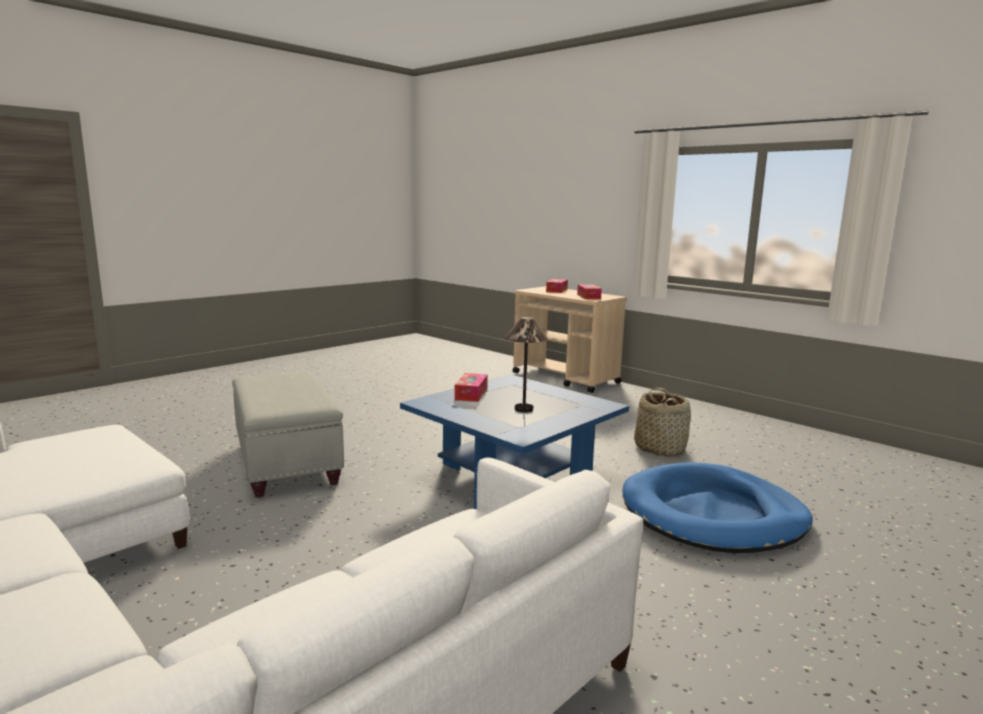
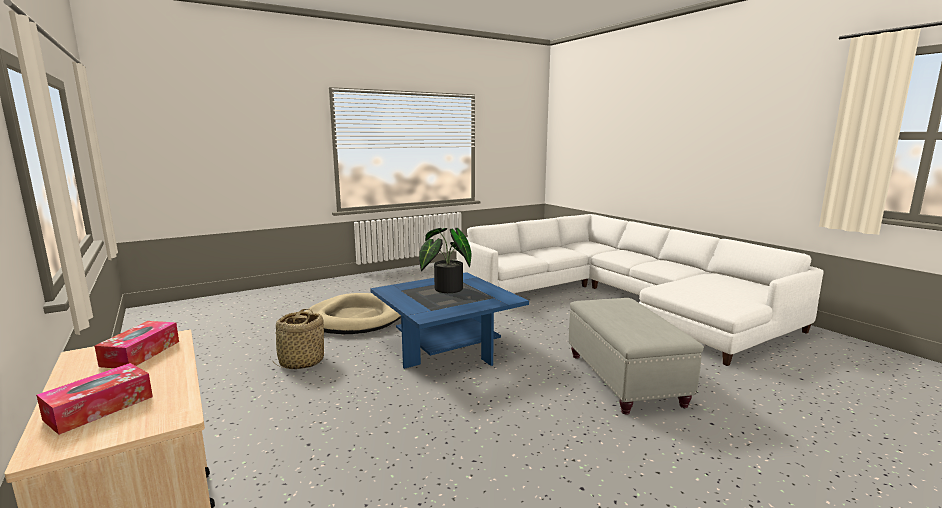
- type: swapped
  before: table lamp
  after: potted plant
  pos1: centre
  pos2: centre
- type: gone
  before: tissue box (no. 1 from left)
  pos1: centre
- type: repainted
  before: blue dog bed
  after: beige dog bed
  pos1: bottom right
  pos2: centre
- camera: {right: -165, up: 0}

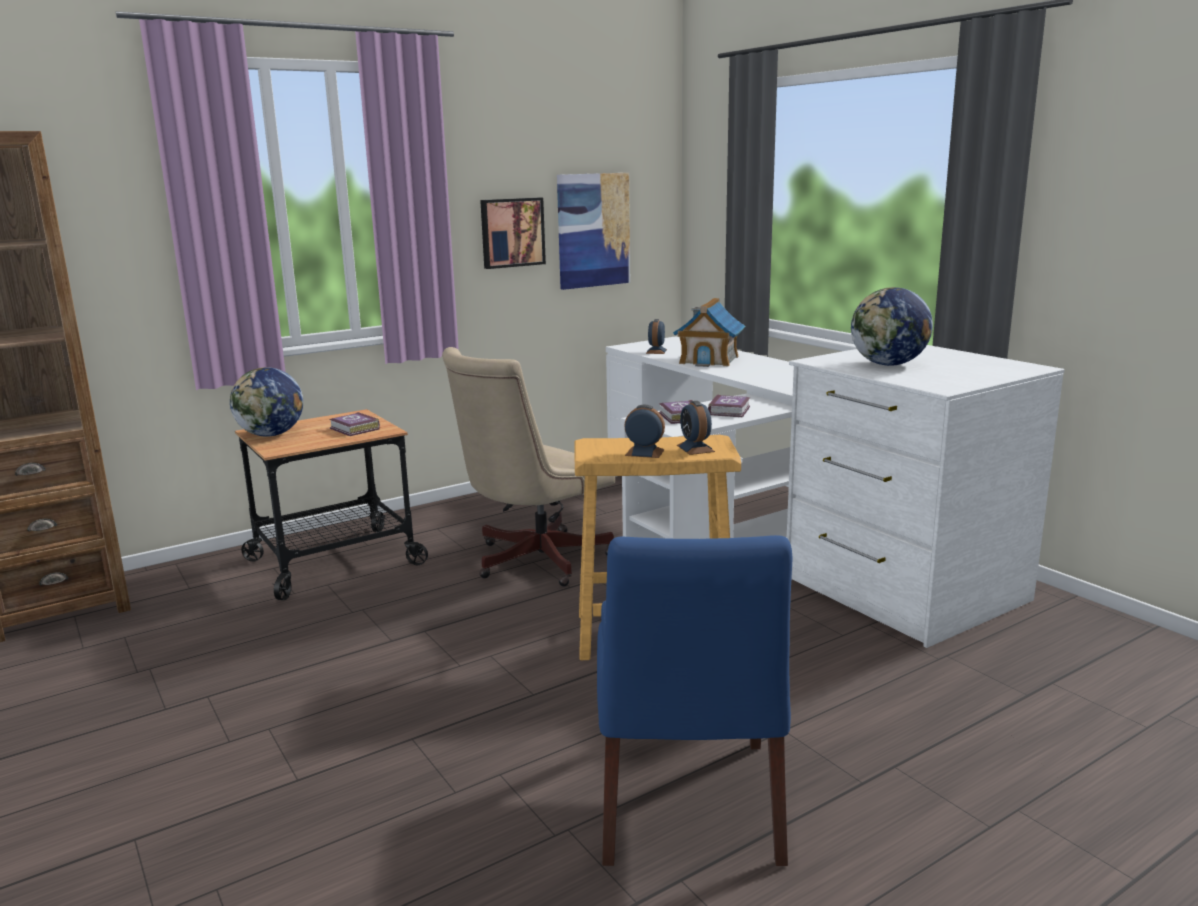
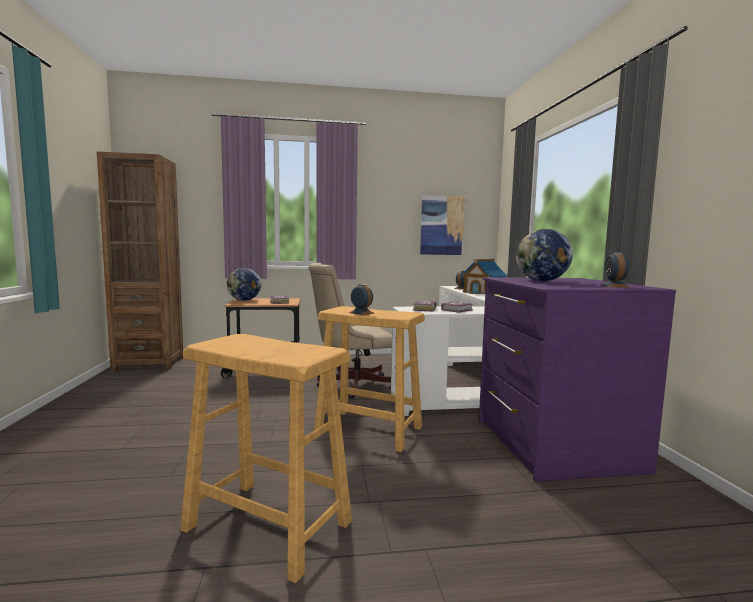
- type: gone
  before: picture (no. 1 from left)
  pos1: top centre
- type: repainted
  before: white dresser
  after: purple dresser
  pos1: middle right
  pos2: middle right
- type: shifted
  before: alarm clock (no. 3 from left)
  pos1: centre
  pos2: middle right
- type: swapped
  before: blue chair
  after: beige stool (no. 1 from left)
  pos1: bottom centre
  pos2: bottom centre
- camera: {right: 25, up: -10}

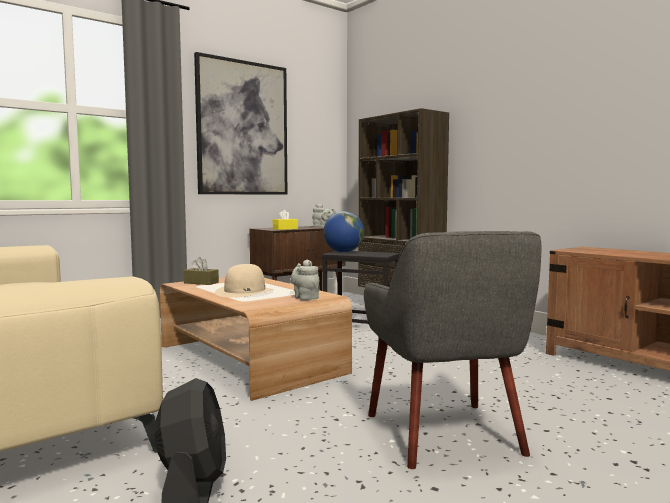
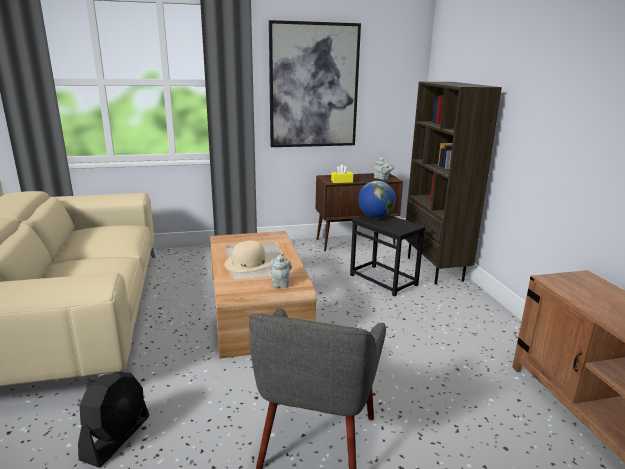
- type: gone
  before: brown tissue box
  pos1: middle left
- camera: {right: 25, up: 15}

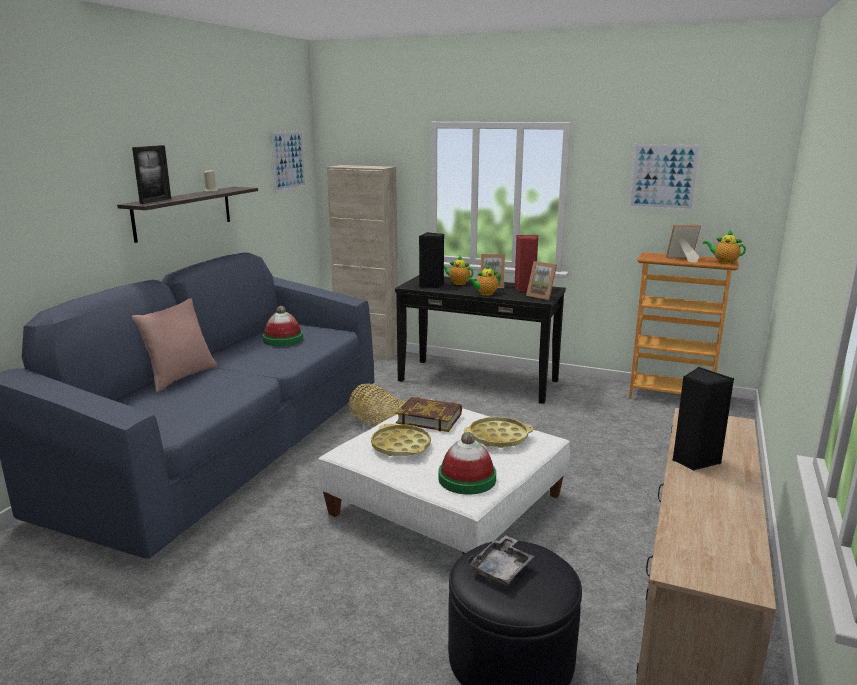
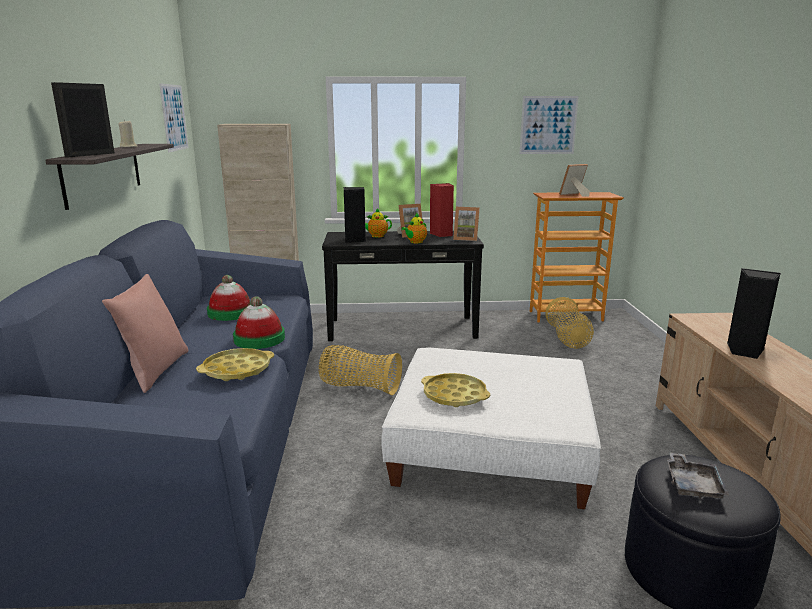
- type: rotated
  before: picture frame (no. 1 from left)
  pos1: top left
  pos2: top left
  turn: -150
- type: gone
  before: teapot (no. 3 from left)
  pos1: middle right
- type: gone
  before: book
  pos1: centre
- type: shifted
  before: yellow tray (no. 2 from left in the first image)
  after: yellow tray (no. 1 from left)
  pos1: centre
  pos2: middle left
- type: shifted
  before: hat (no. 2 from left)
  pos1: bottom centre
  pos2: middle left
- type: new
  after: basket (no. 2 from left)
  pos2: middle right
- camera: {right: -25, up: 0}

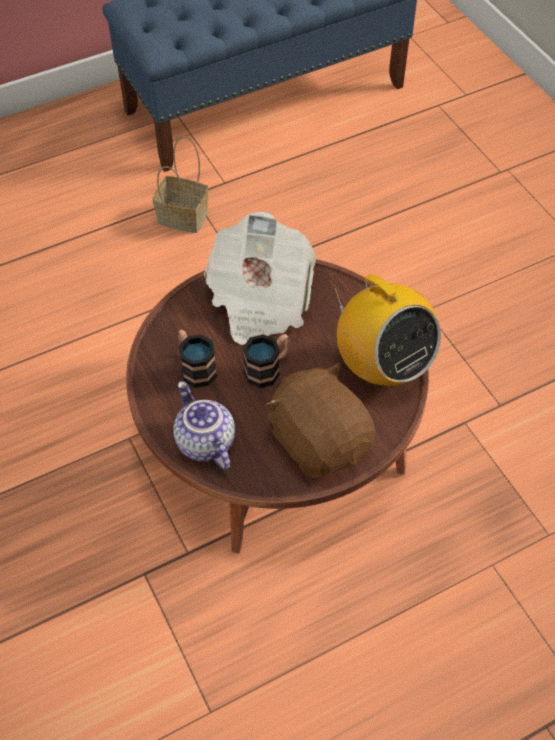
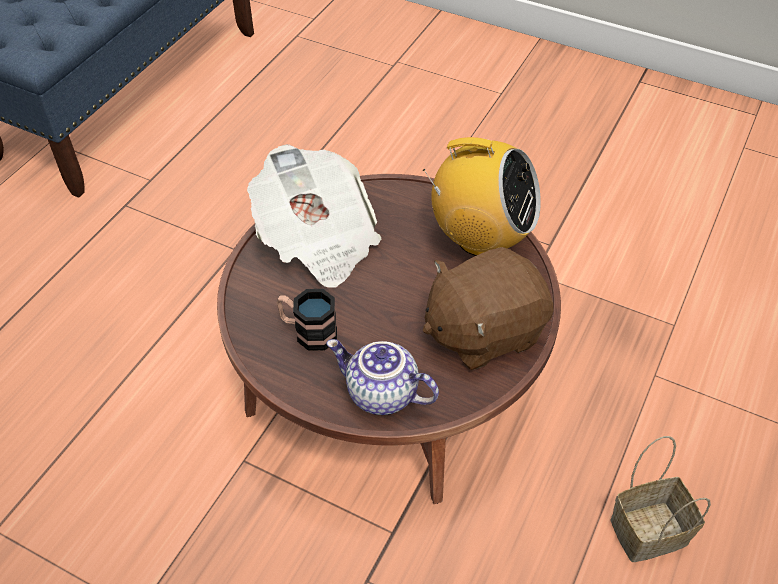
- type: shifted
  before: basket
  pos1: top left
  pos2: bottom right
- type: gone
  before: mug (no. 2 from left)
  pos1: centre
- type: rotated
  before: brown plush toy
  pos1: centre
  pos2: centre
  turn: -45
- camera: {right: -35, up: -5}

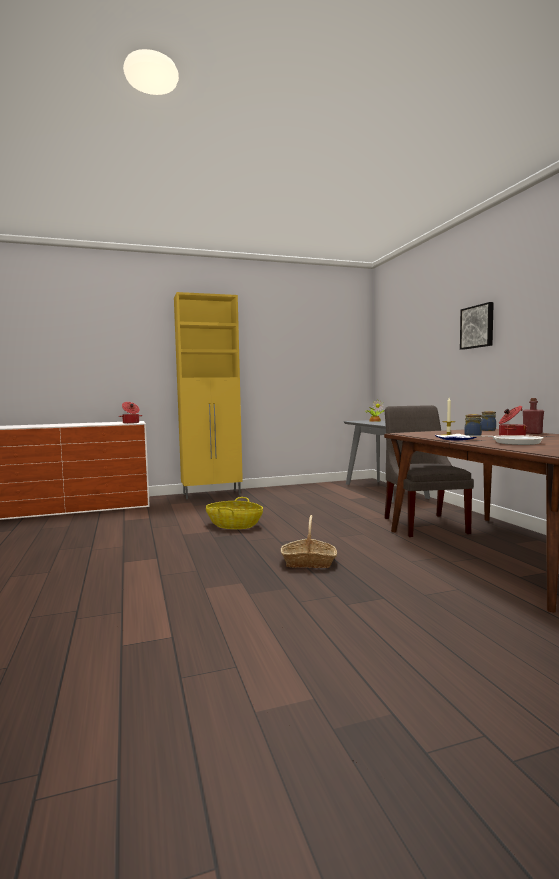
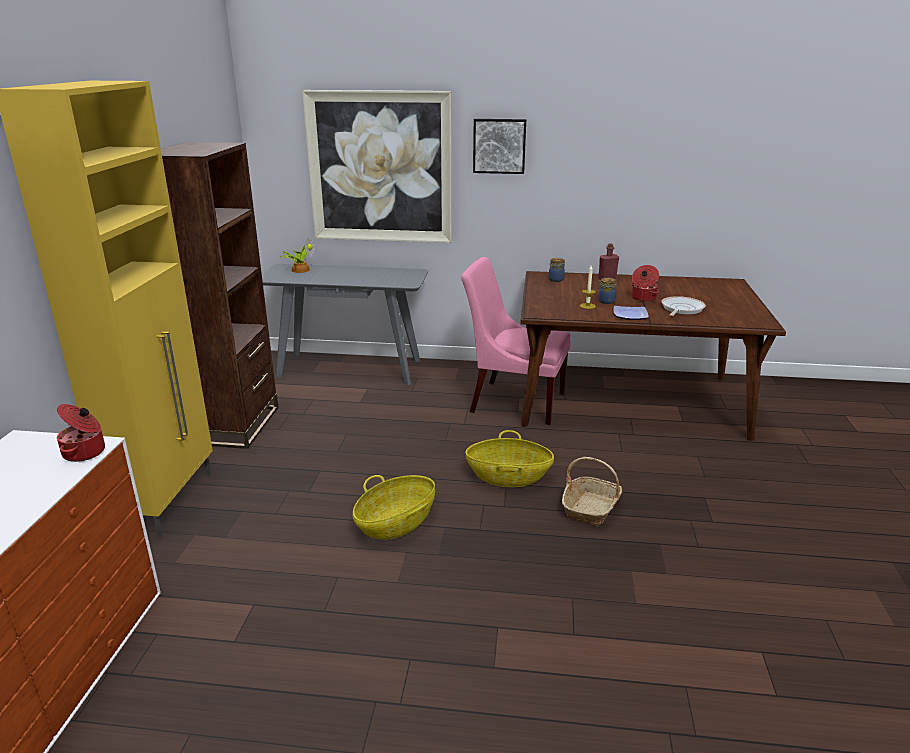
- type: repainted
  before: grey chair
  after: pink chair
  pos1: middle right
  pos2: centre
- type: new
  after: picture (no. 1 from left)
  pos2: top centre
- type: new
  after: brown bookcase
  pos2: middle left
- type: new
  after: basket (no. 2 from left)
  pos2: centre
- camera: {right: -65, up: 20}

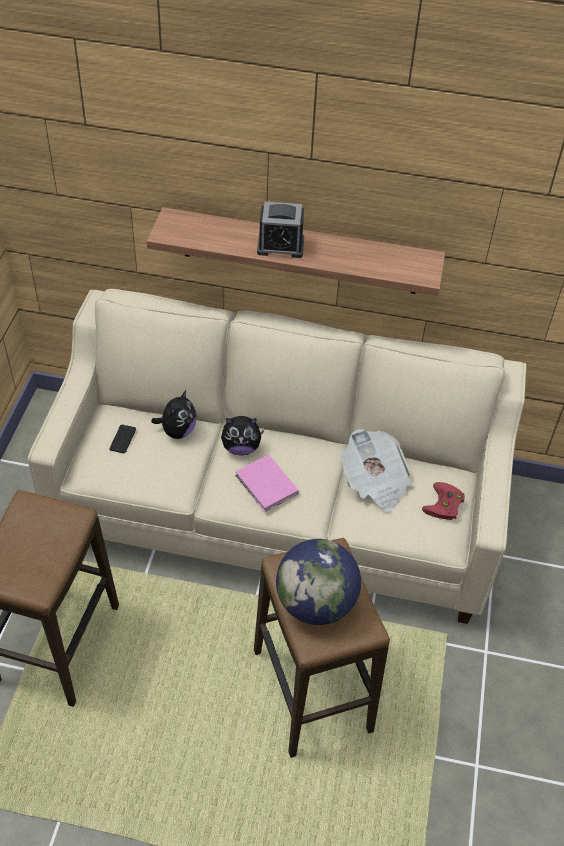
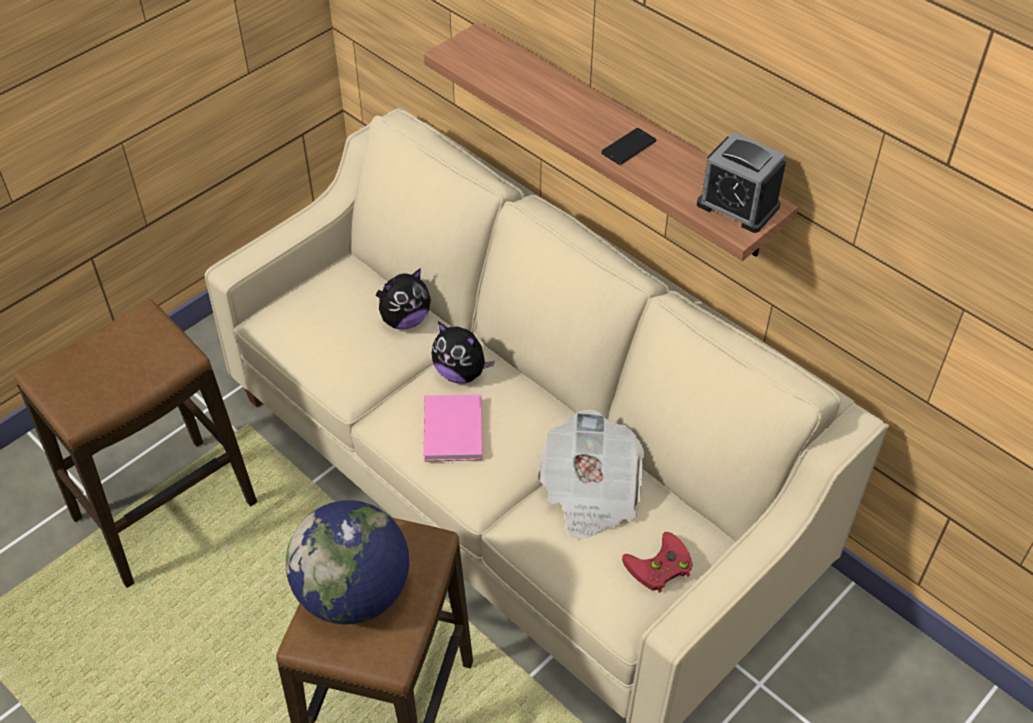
- type: shifted
  before: alarm clock
  pos1: top centre
  pos2: top right
- type: shifted
  before: phone
  pos1: middle left
  pos2: top centre
- camera: {right: 35, up: 0}

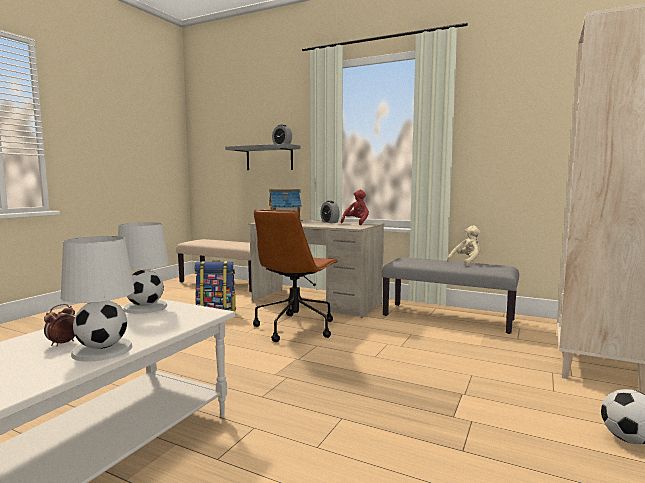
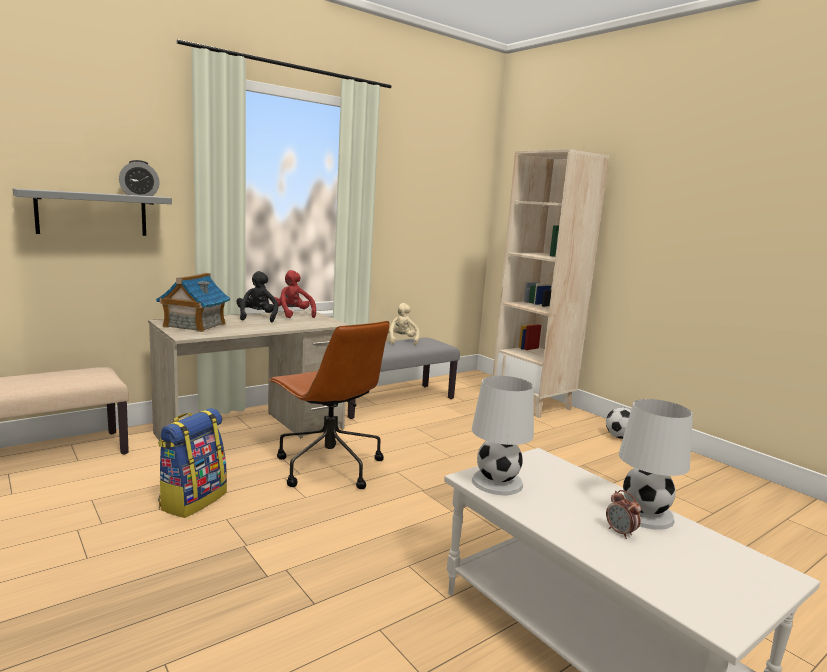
- type: swapped
  before: alarm clock (no. 3 from left)
  after: black plush toy
  pos1: centre
  pos2: middle left
- camera: {right: -65, up: 5}

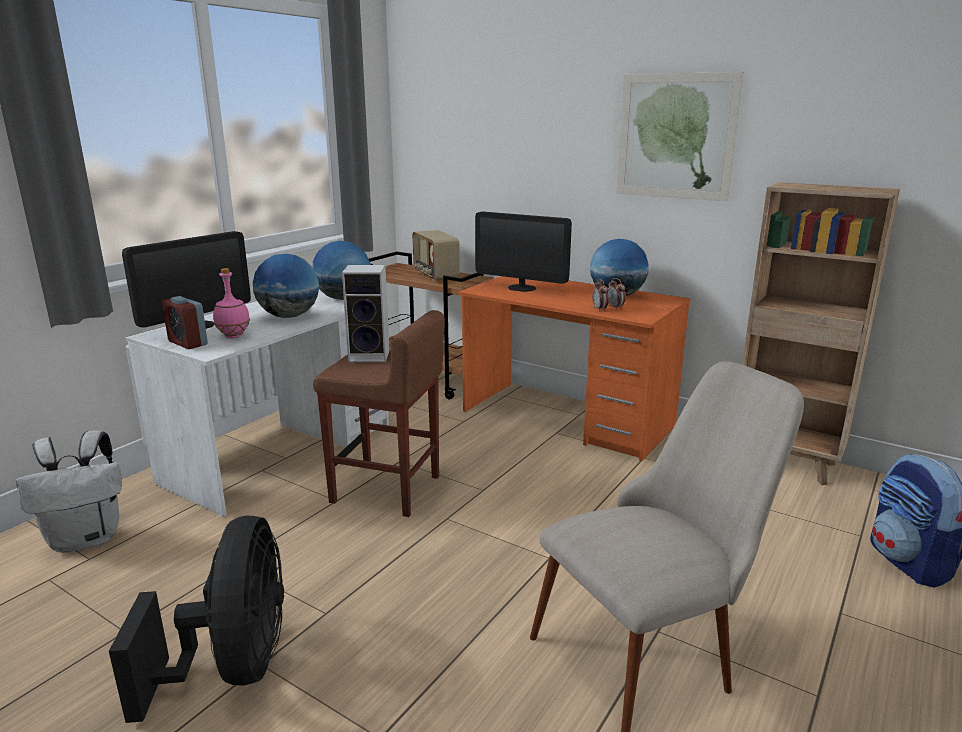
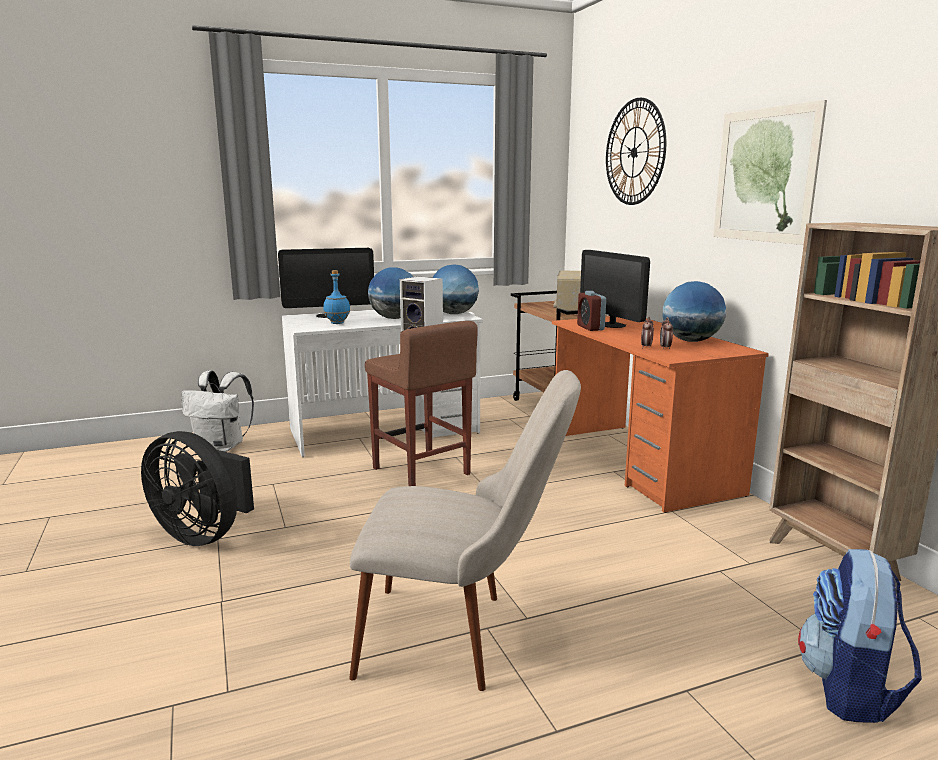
- type: repainted
  before: pink bottle
  after: blue bottle
  pos1: middle left
  pos2: centre
- type: shifted
  before: alarm clock (no. 1 from left)
  pos1: middle left
  pos2: centre
- type: rotated
  before: black fan
  pos1: bottom left
  pos2: middle left
  turn: 90
- type: new
  after: wall clock
  pos2: top right
- camera: {right: 35, up: -5}

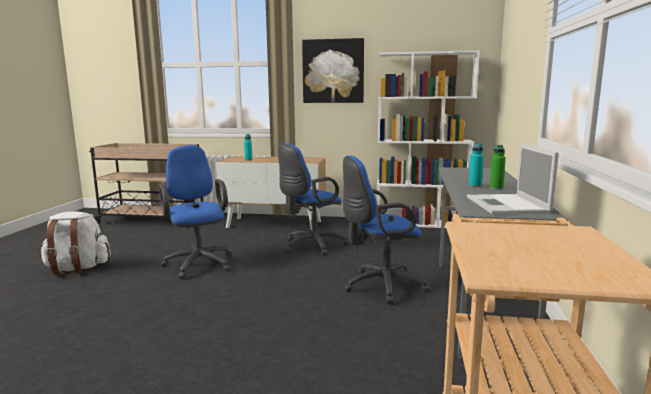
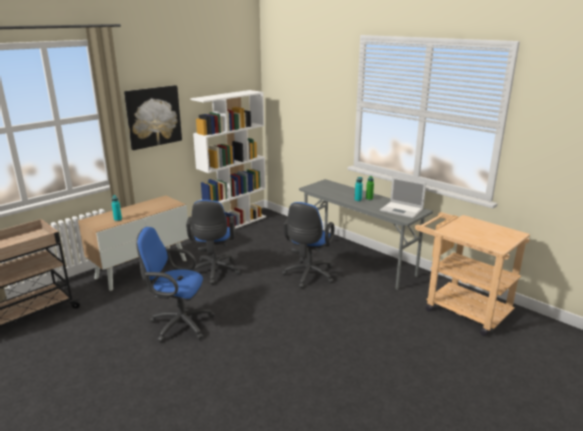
- type: gone
  before: white backpack
  pos1: middle left
- camera: {right: -55, up: 10}

